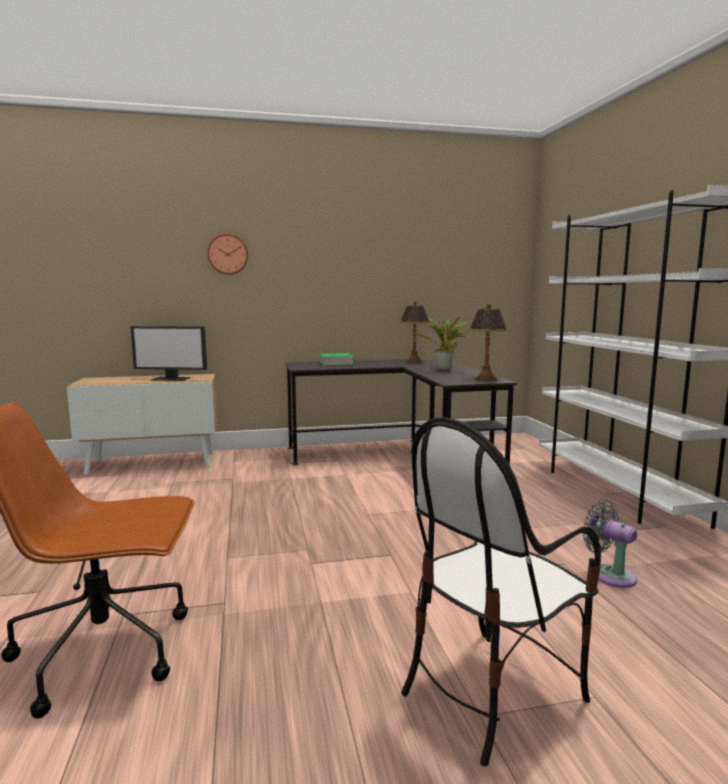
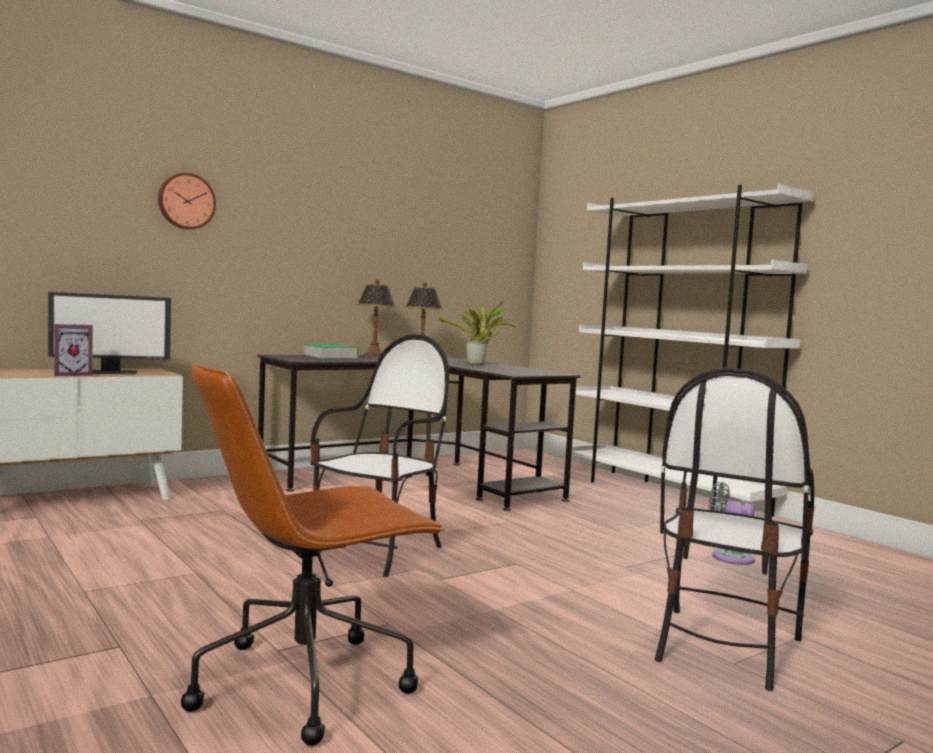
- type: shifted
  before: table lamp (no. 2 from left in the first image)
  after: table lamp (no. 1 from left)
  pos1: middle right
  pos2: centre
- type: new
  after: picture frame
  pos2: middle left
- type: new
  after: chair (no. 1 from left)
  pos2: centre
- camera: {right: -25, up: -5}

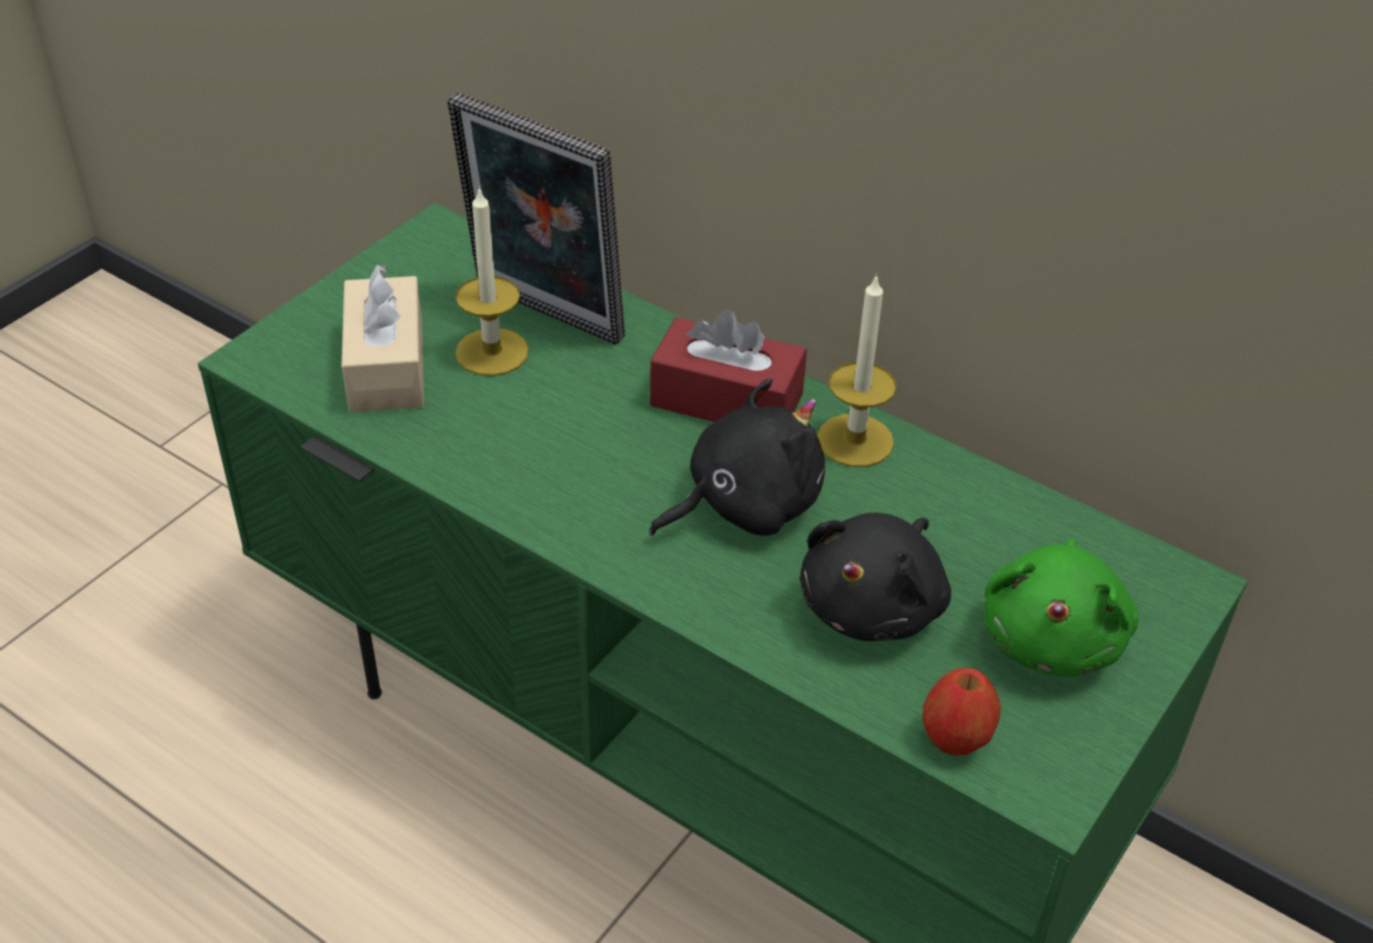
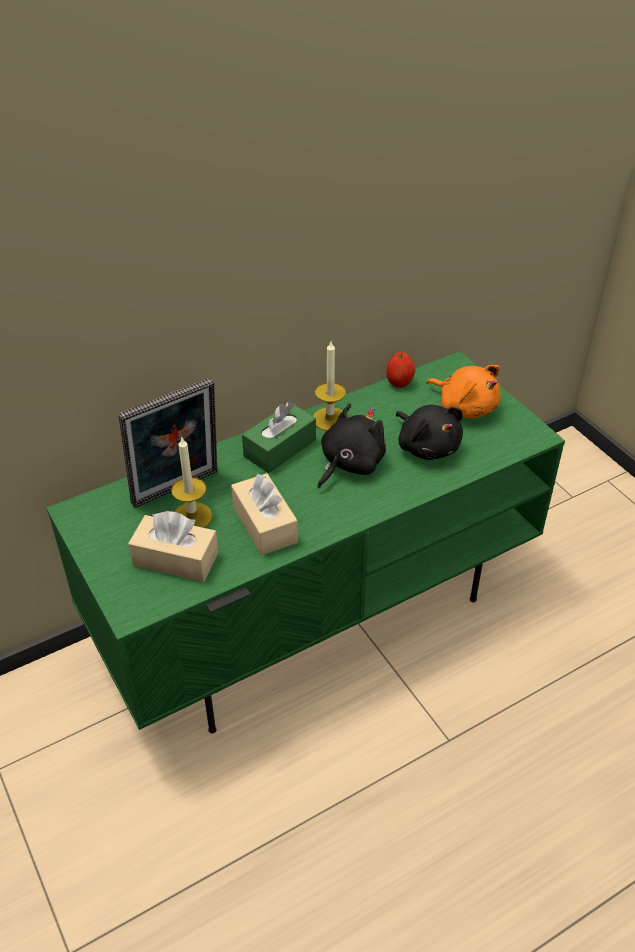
- type: repainted
  before: red tissue box
  after: green tissue box
  pos1: centre
  pos2: centre
- type: rotated
  before: black plush toy (no. 1 from left)
  pos1: centre
  pos2: centre
  turn: 45
- type: repainted
  before: green plush toy
  after: orange plush toy
  pos1: middle right
  pos2: middle right
- type: shifted
  before: apple
  pos1: bottom right
  pos2: centre
- type: new
  after: beige tissue box (no. 2 from left)
  pos2: centre
- camera: {right: -65, up: 0}

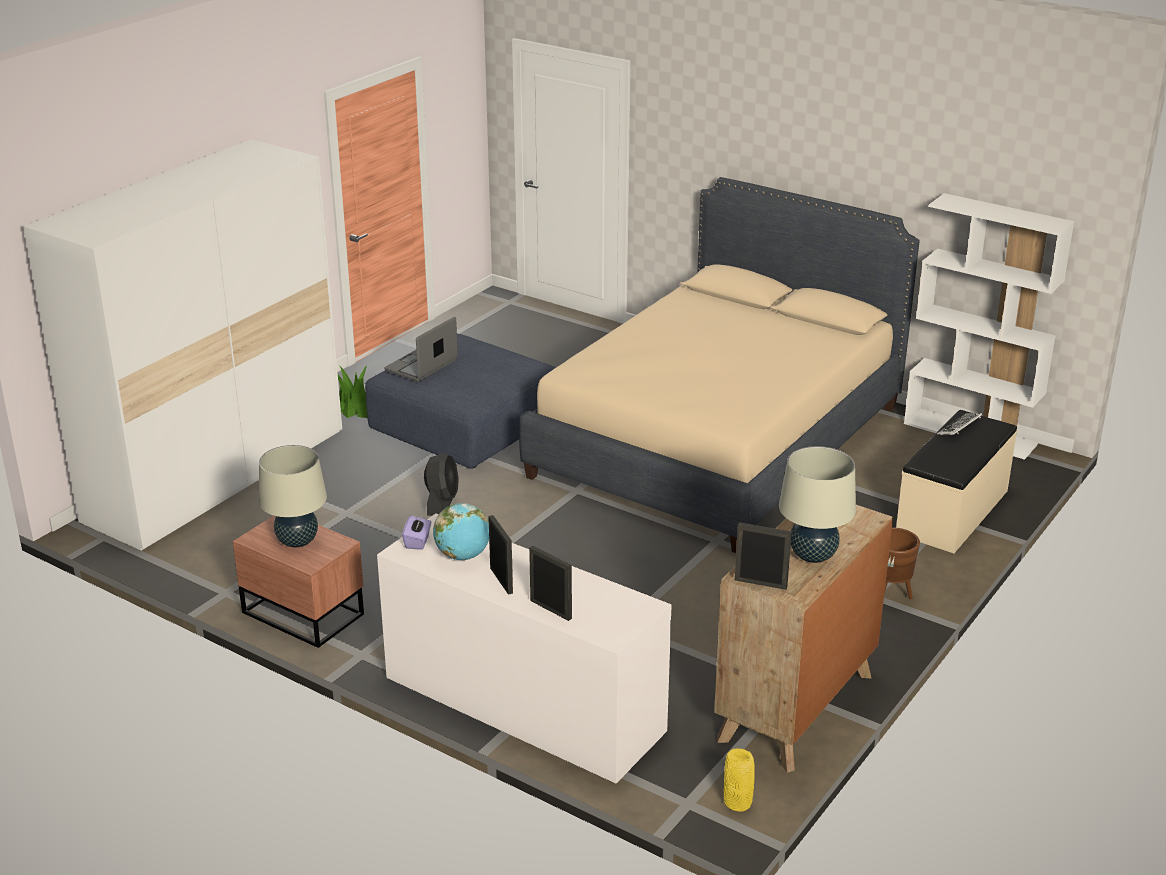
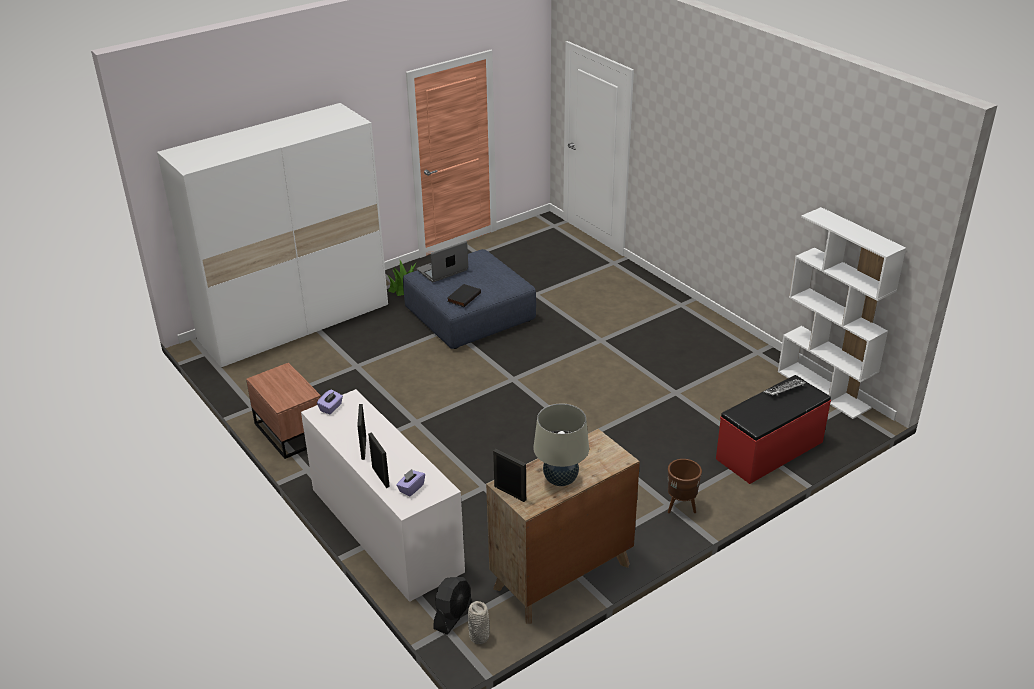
- type: gone
  before: beige bed
  pos1: centre
- type: repainted
  before: beige bench
  after: red bench
  pos1: middle right
  pos2: middle right
- type: gone
  before: beige table lamp (no. 1 from left)
  pos1: middle left
- type: shifted
  before: black fan
  pos1: centre
  pos2: bottom centre
- type: gone
  before: globe
  pos1: centre
- type: repainted
  before: yellow vase
  after: grey vase
  pos1: bottom centre
  pos2: bottom centre
- type: new
  after: black book
  pos2: centre
- type: new
  after: purple tissue box (no. 2 from left)
  pos2: bottom centre
- camera: {right: 20, up: 5}

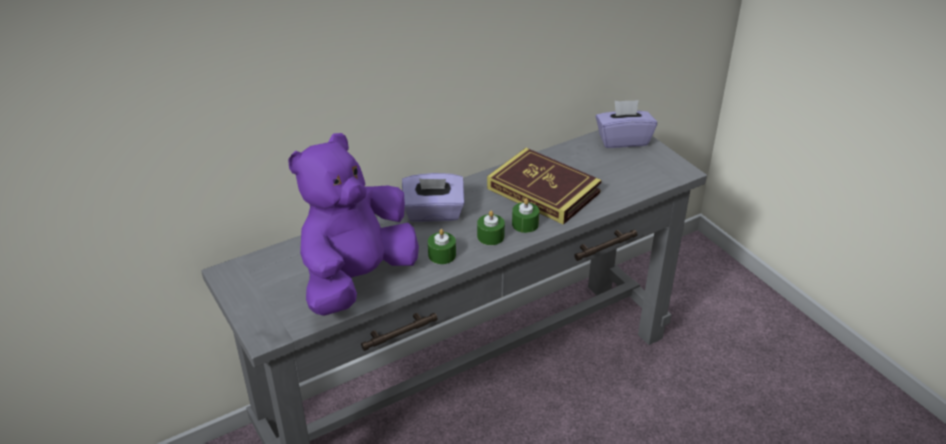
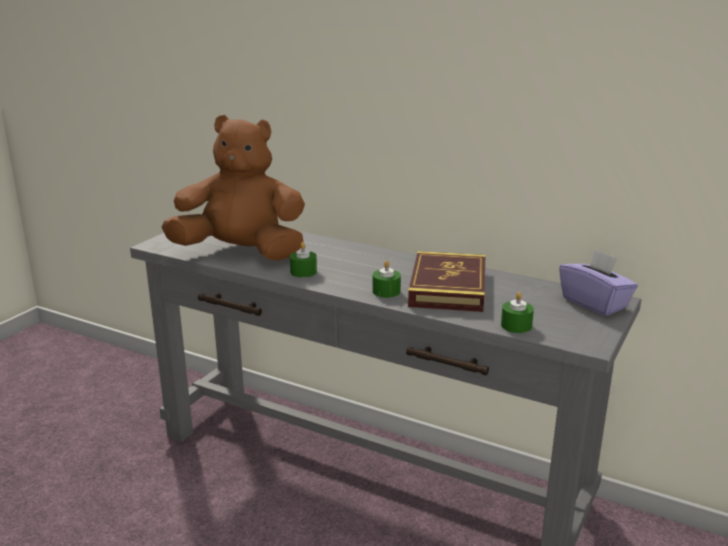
- type: repainted
  before: purple plush toy
  after: brown plush toy
  pos1: centre
  pos2: middle left
- type: gone
  before: purple tissue box (no. 1 from left)
  pos1: centre
- type: shifted
  before: green candle (no. 2 from left in the first image)
  after: green candle (no. 3 from left)
  pos1: centre
  pos2: middle right
- camera: {right: 60, up: -15}

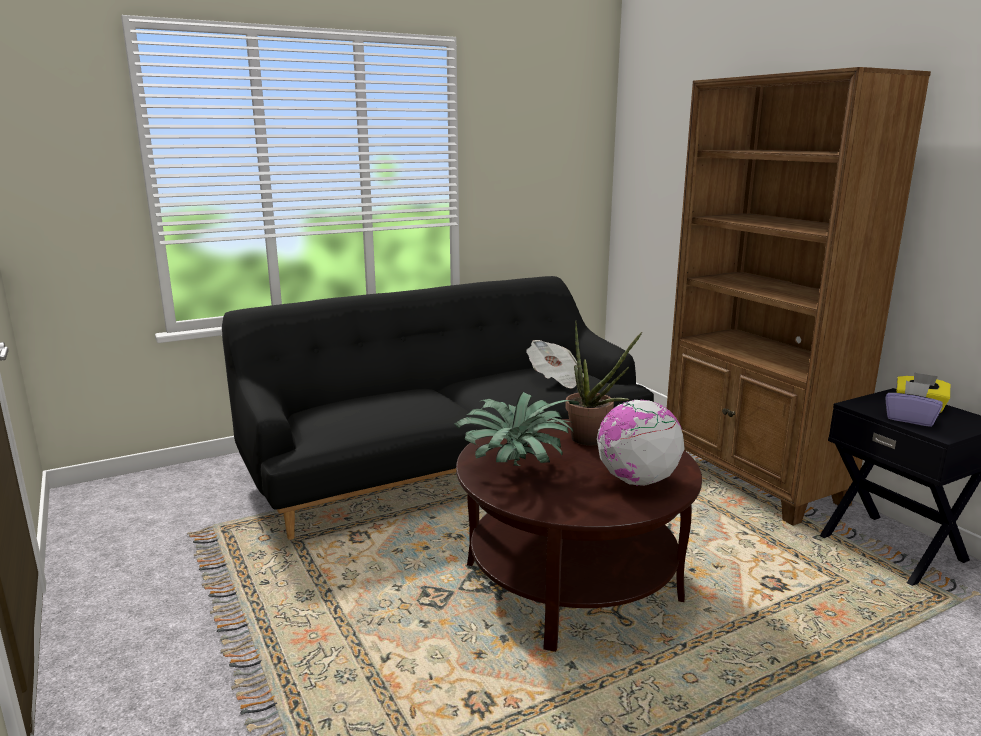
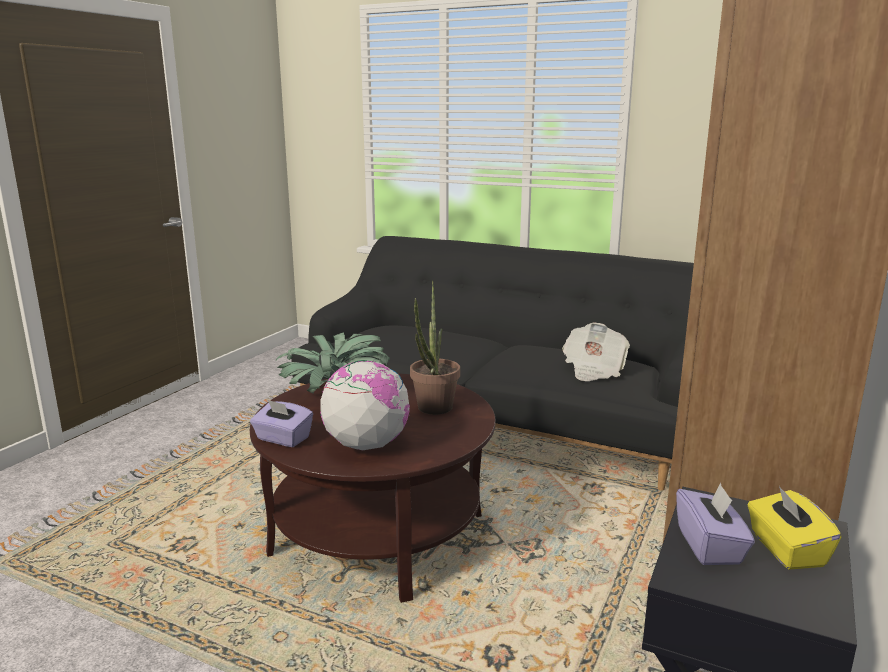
- type: new
  after: purple tissue box (no. 1 from left)
  pos2: middle left
- camera: {right: 55, up: 0}

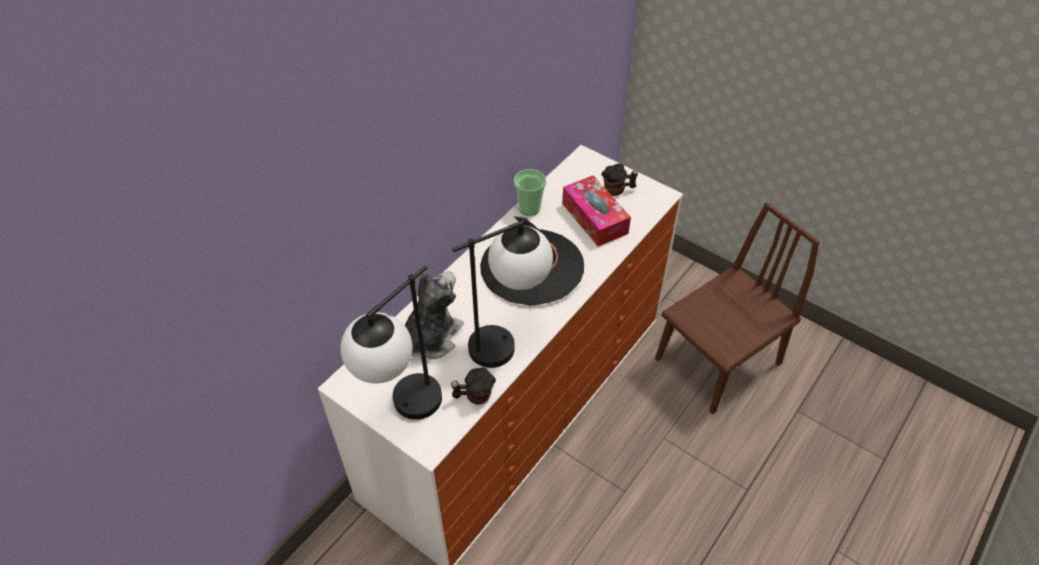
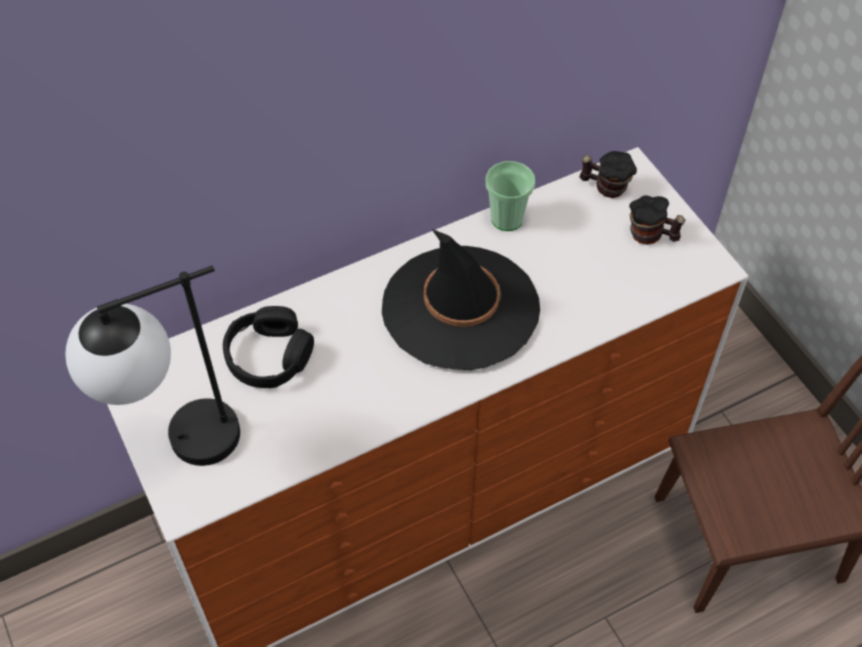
- type: gone
  before: tissue box
  pos1: centre
- type: gone
  before: table lamp (no. 2 from left)
  pos1: centre
- type: swapped
  before: plush toy
  after: black headphones
  pos1: centre
  pos2: middle left
- type: shifted
  before: mug (no. 1 from left)
  pos1: bottom centre
  pos2: top right
- camera: {right: 25, up: 5}

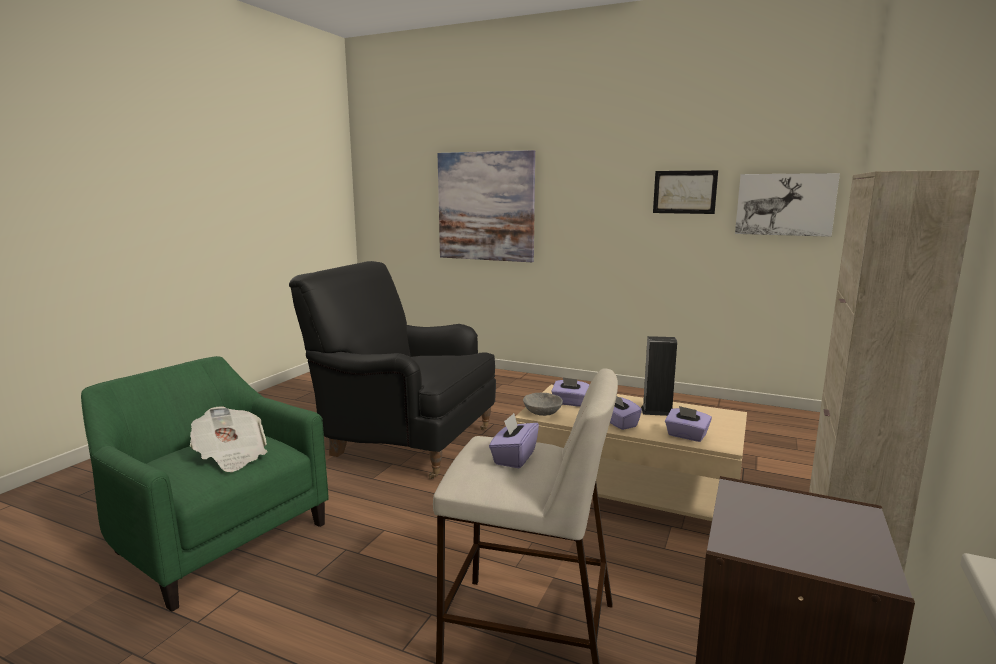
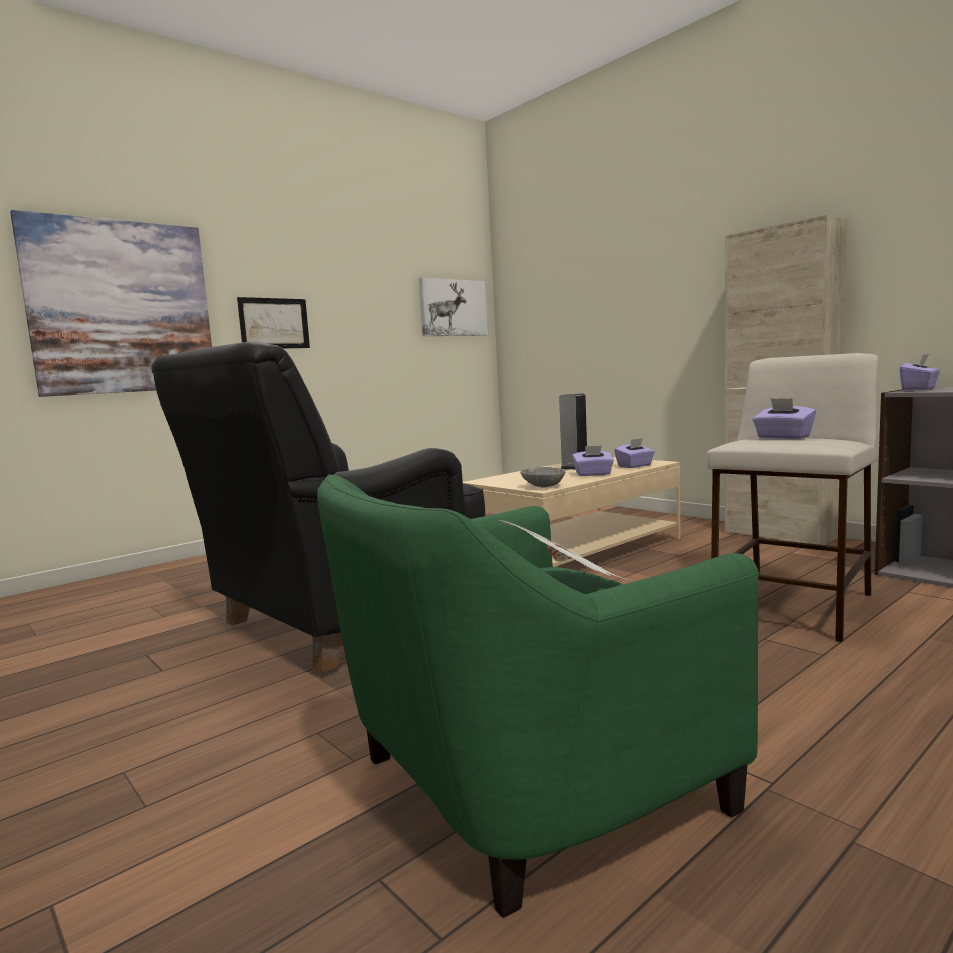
- type: shifted
  before: picture (no. 2 from left)
  pos1: top right
  pos2: middle left
- type: shifted
  before: purple tissue box (no. 2 from left in the first image)
  after: purple tissue box (no. 4 from left)
  pos1: centre
  pos2: middle right
- camera: {right: -65, up: -5}

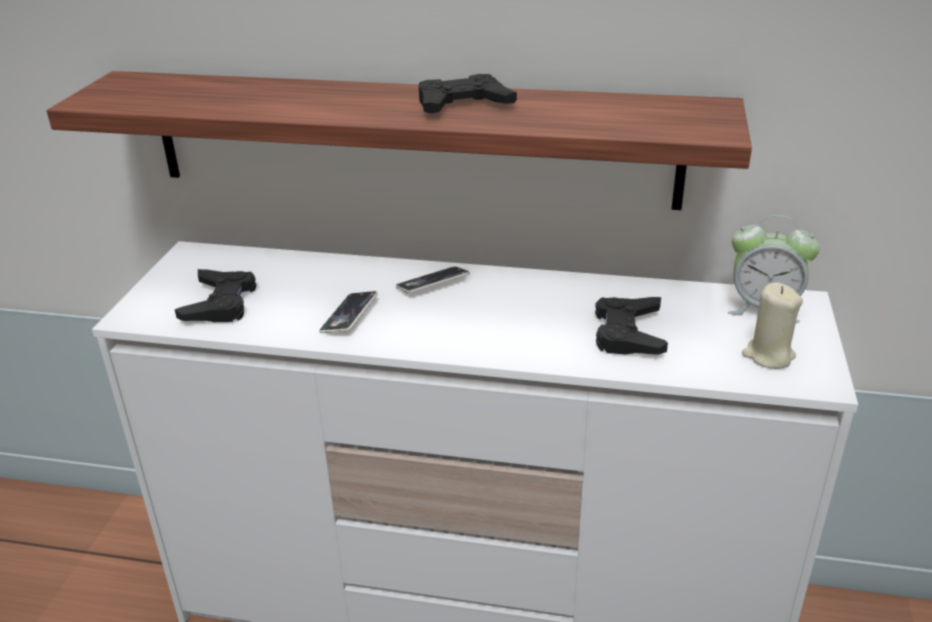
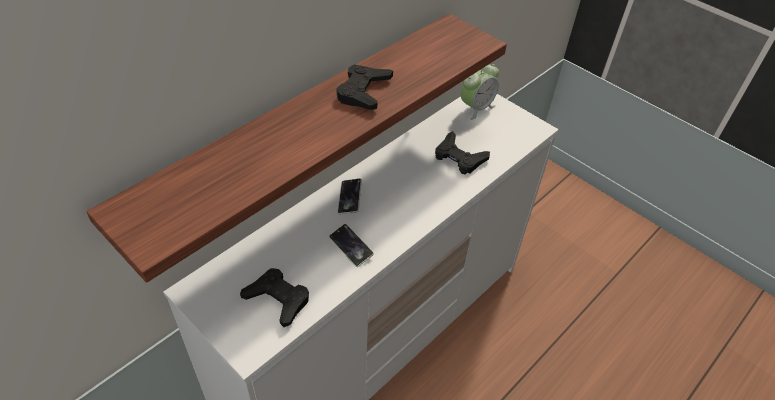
- type: gone
  before: beige candle
  pos1: middle right
- camera: {right: -60, up: 15}

